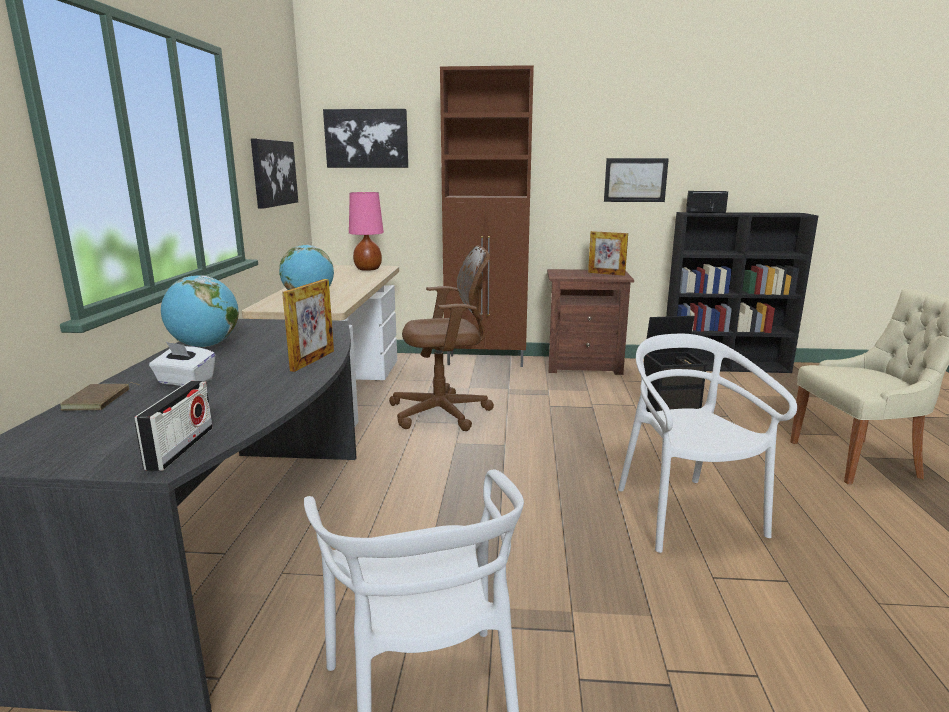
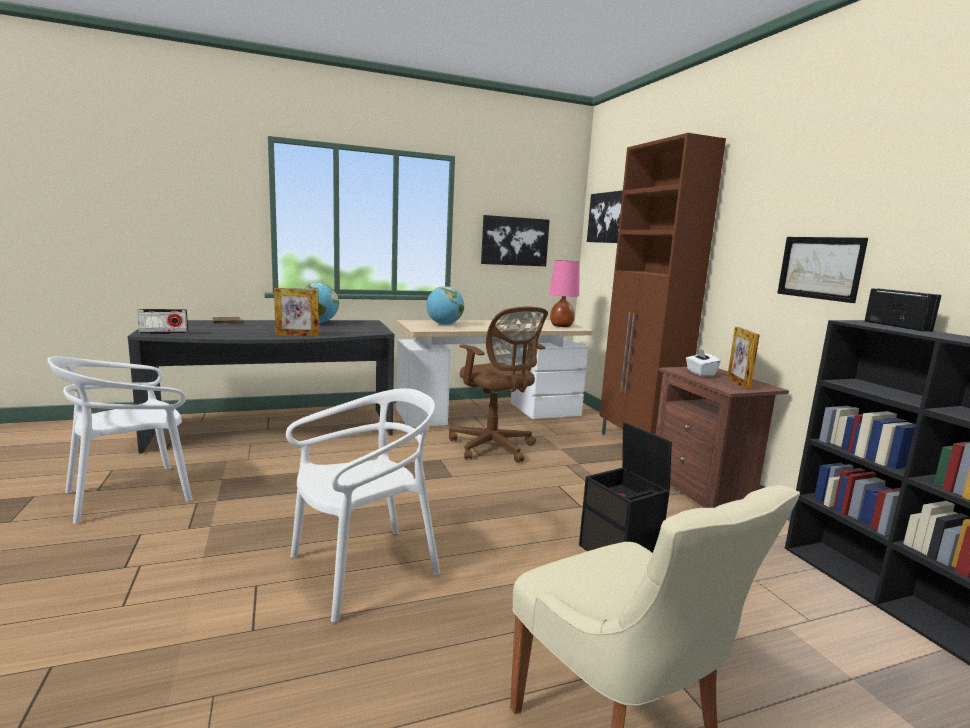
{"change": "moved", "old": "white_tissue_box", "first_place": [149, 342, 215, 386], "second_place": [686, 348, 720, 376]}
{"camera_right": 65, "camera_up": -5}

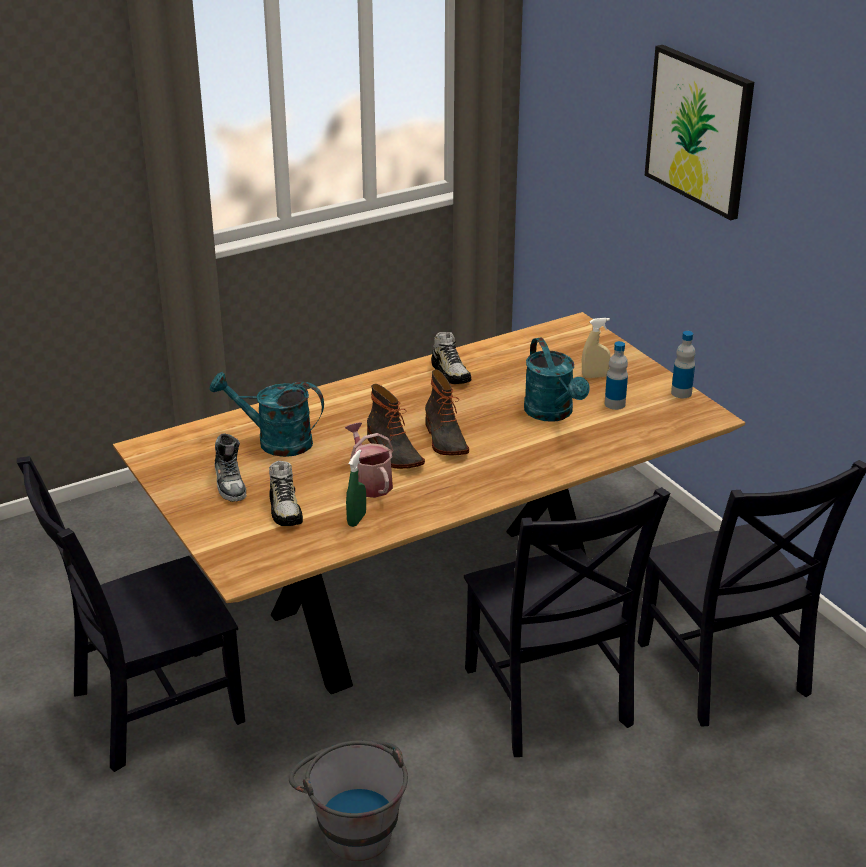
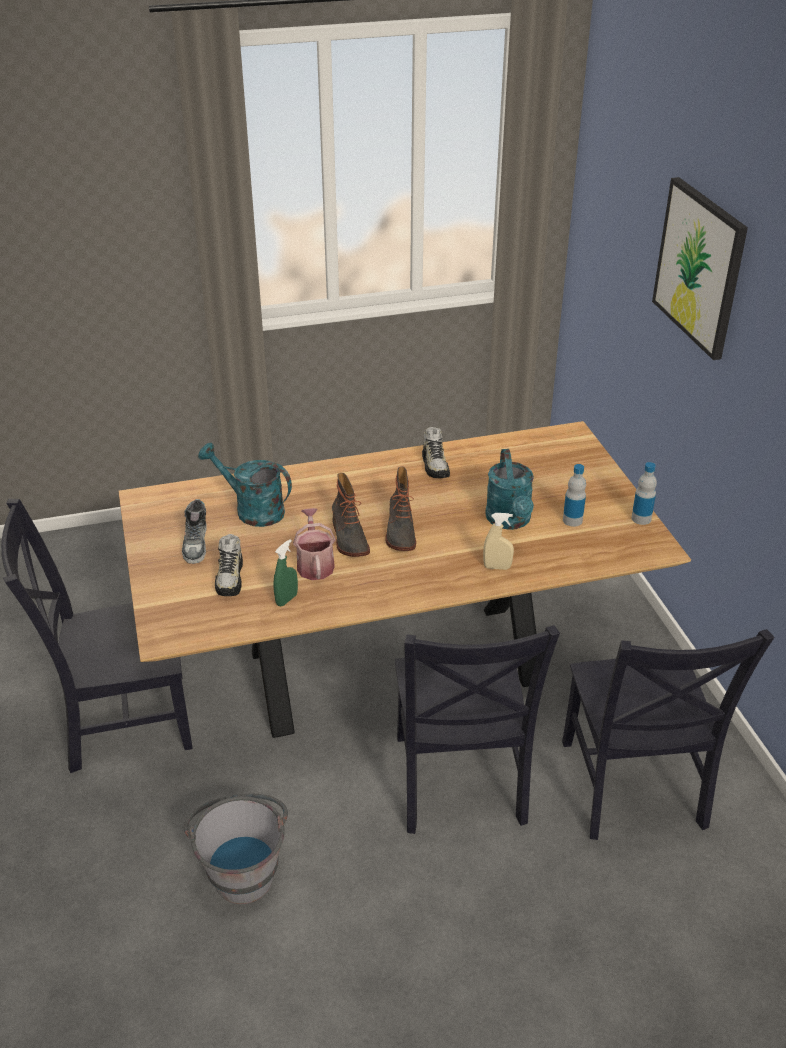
{"change": "moved", "old": "beige_spray_bottle", "first_place": [582, 318, 610, 378], "second_place": [483, 513, 514, 570]}
{"camera_right": 15, "camera_up": 5}

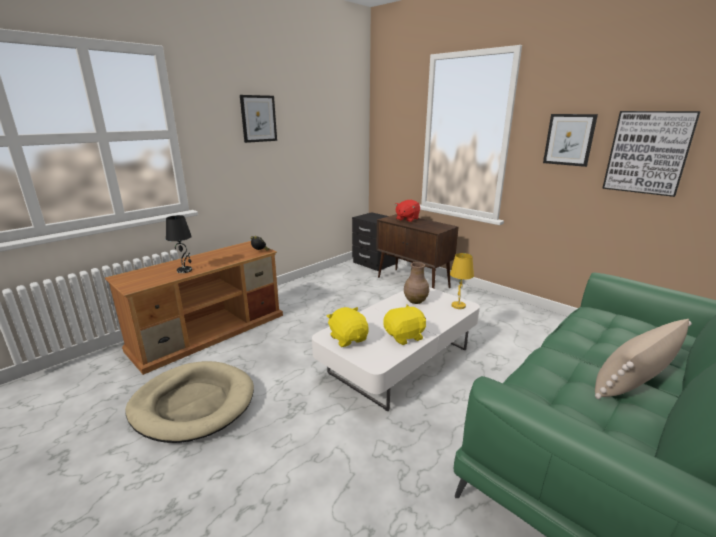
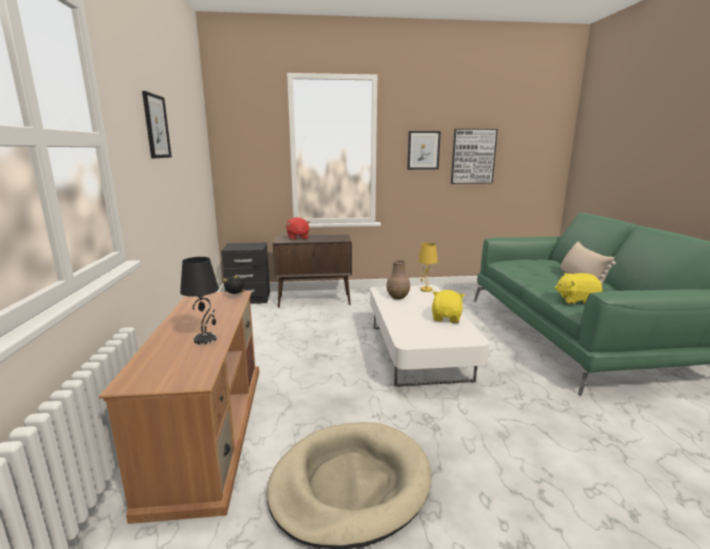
{"change": "moved", "old": "yellow_plush_toy", "first_place": [327, 307, 369, 347], "second_place": [554, 273, 602, 304]}
{"camera_right": -50, "camera_up": -5}

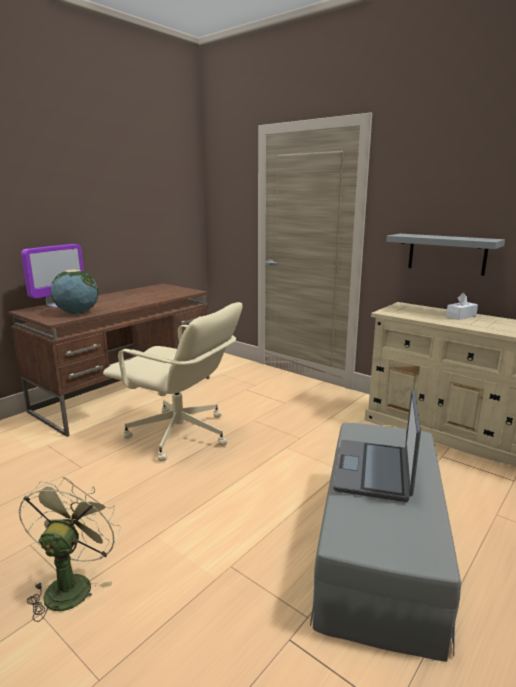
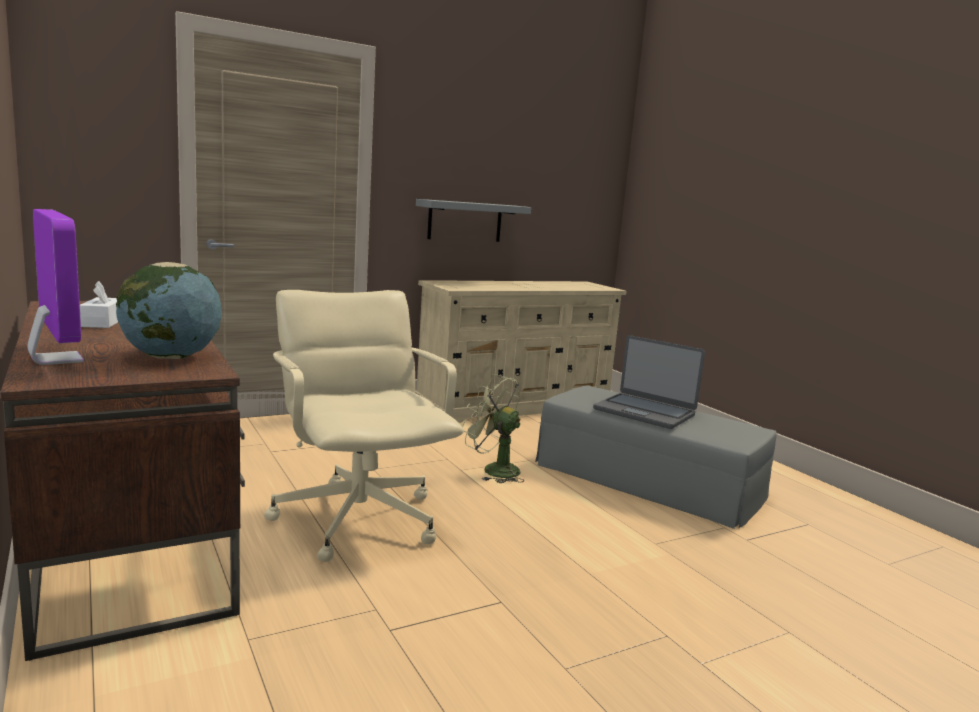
{"change": "moved", "old": "white_tissue_box", "first_place": [446, 293, 478, 320], "second_place": [80, 281, 118, 328]}
{"change": "turned", "old": "beige_office_chair", "first_place": [103, 302, 242, 462], "second_place": [264, 290, 464, 562], "degrees": -75}
{"change": "moved", "old": "green_fan", "first_place": [18, 477, 121, 622], "second_place": [462, 374, 524, 483]}
{"camera_right": -70, "camera_up": -5}

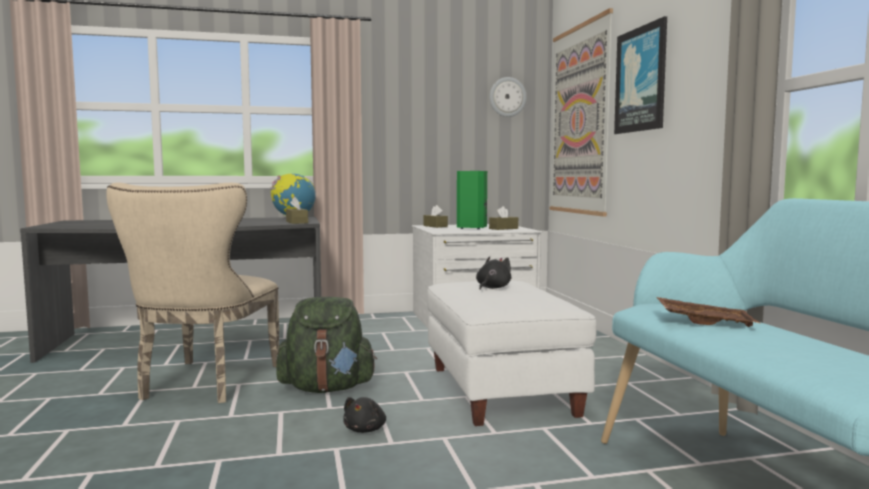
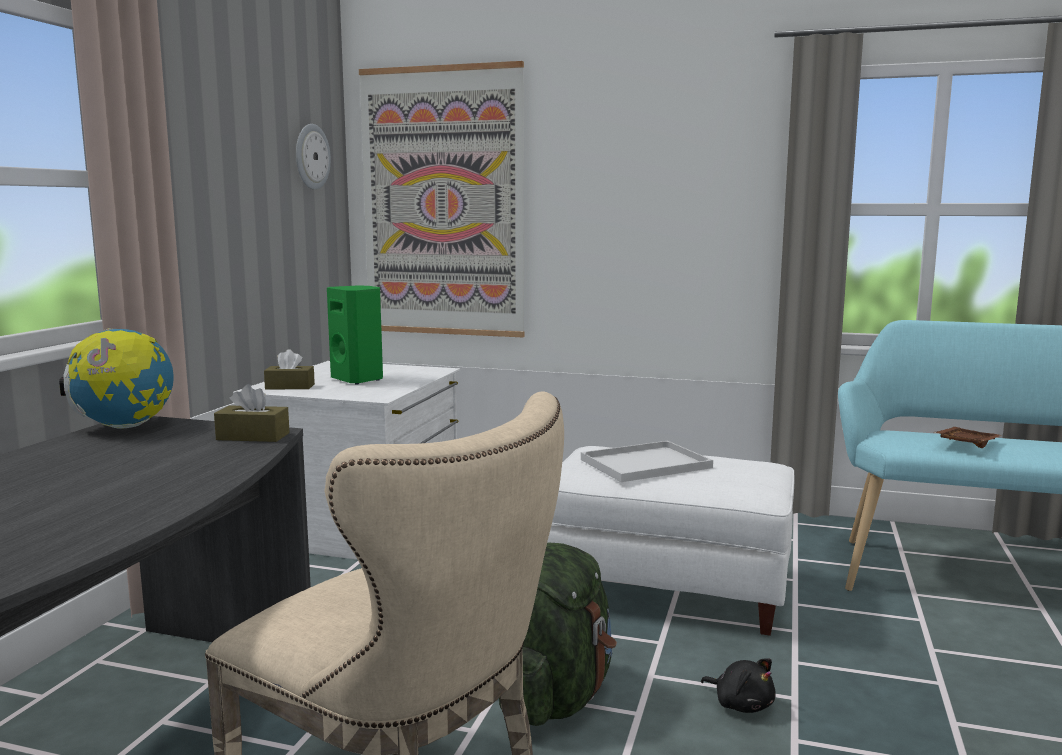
{"change": "removed", "old": "picture", "first_place": [614, 16, 667, 134]}
{"change": "removed", "old": "brown_tissue_box", "first_place": [489, 206, 518, 230]}
{"change": "replaced", "old": "black_plush_toy", "new": "white_tray", "first_place": [476, 256, 511, 290], "second_place": [581, 441, 713, 482]}
{"camera_right": -60, "camera_up": 5}

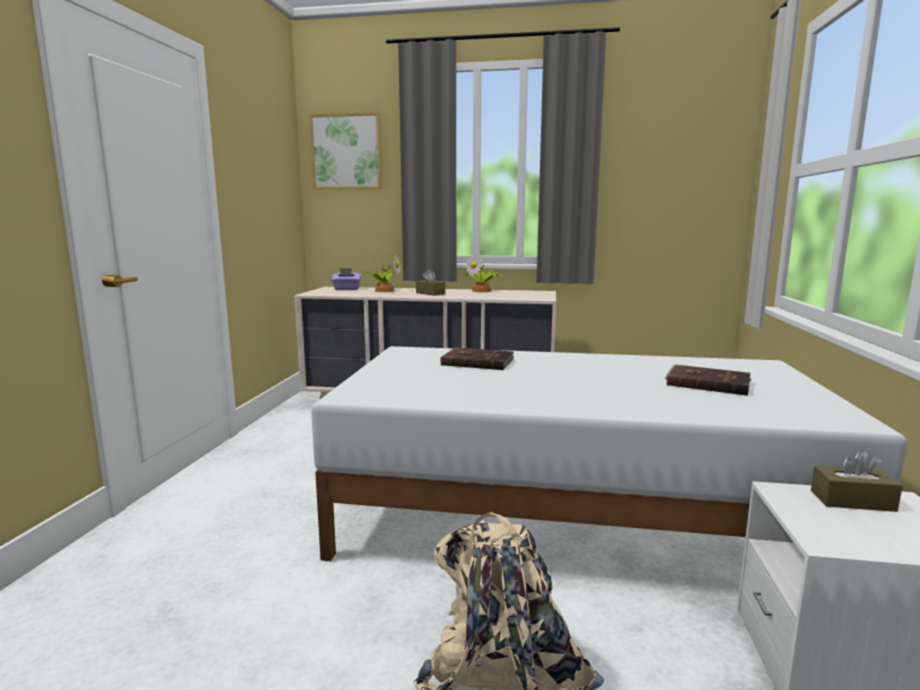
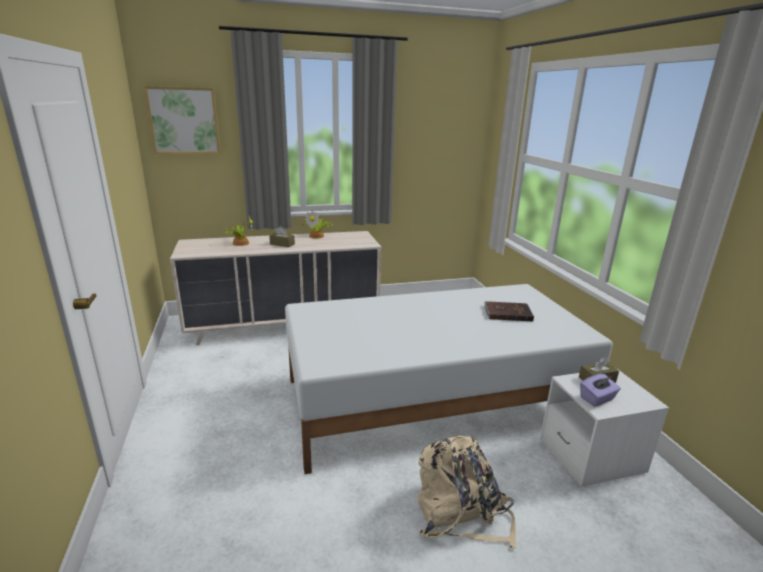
{"change": "moved", "old": "purple_tissue_box", "first_place": [332, 268, 361, 290], "second_place": [580, 374, 621, 407]}
{"change": "removed", "old": "brown_book", "first_place": [441, 347, 514, 370]}
{"camera_right": -25, "camera_up": 10}

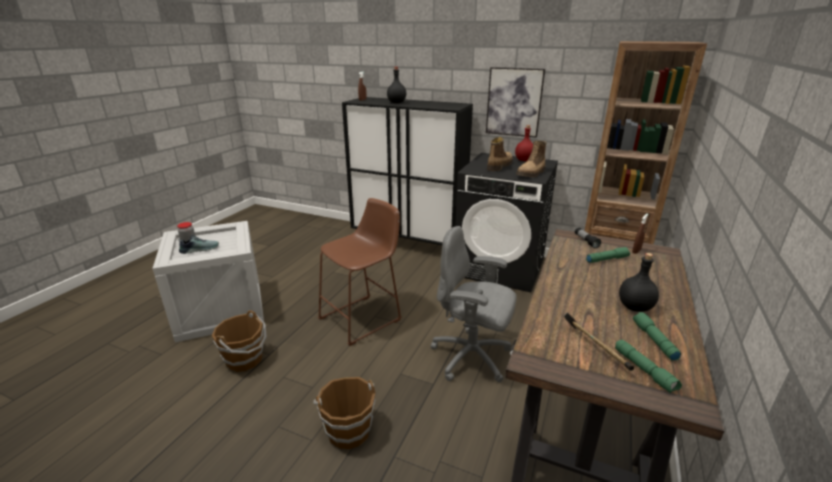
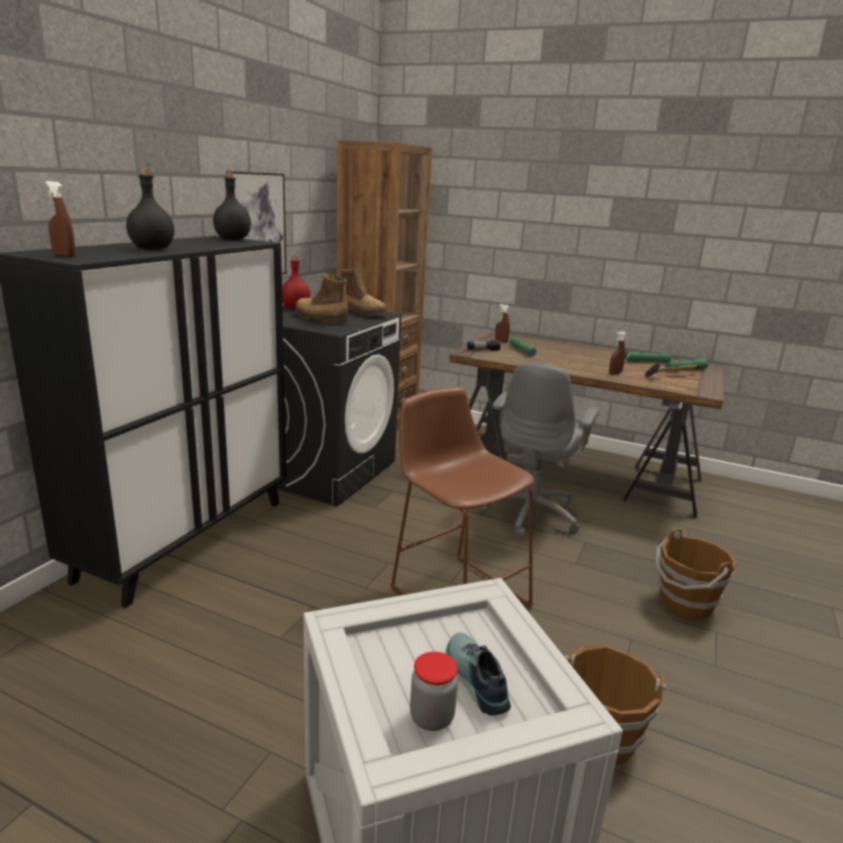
{"change": "moved", "old": "black_bottle", "first_place": [619, 253, 659, 312], "second_place": [213, 172, 251, 240]}
{"change": "added", "new": "brown_spray_bottle", "second_place": [609, 331, 627, 375]}
{"camera_right": -90, "camera_up": -5}

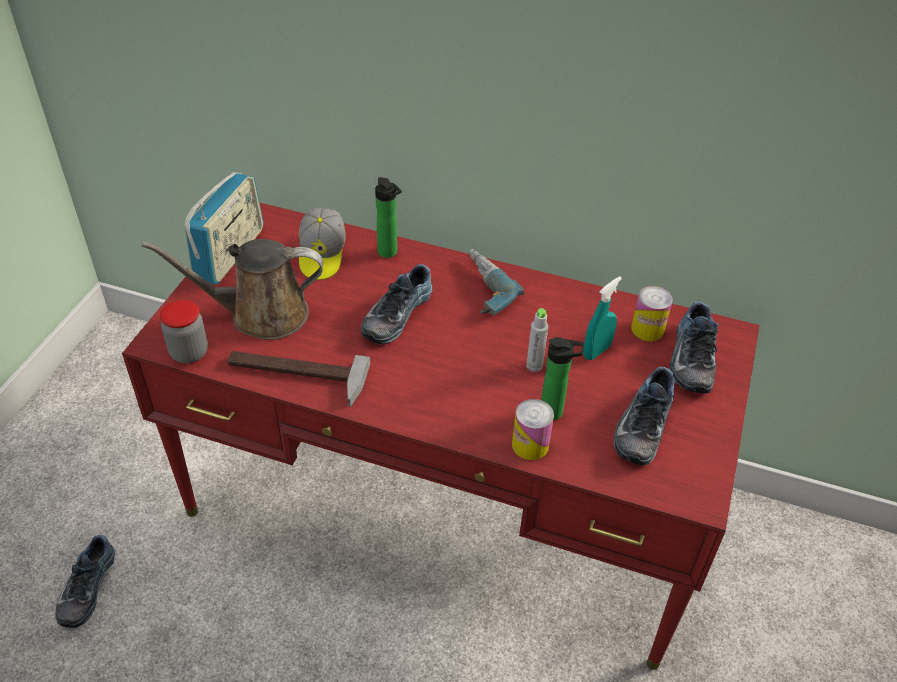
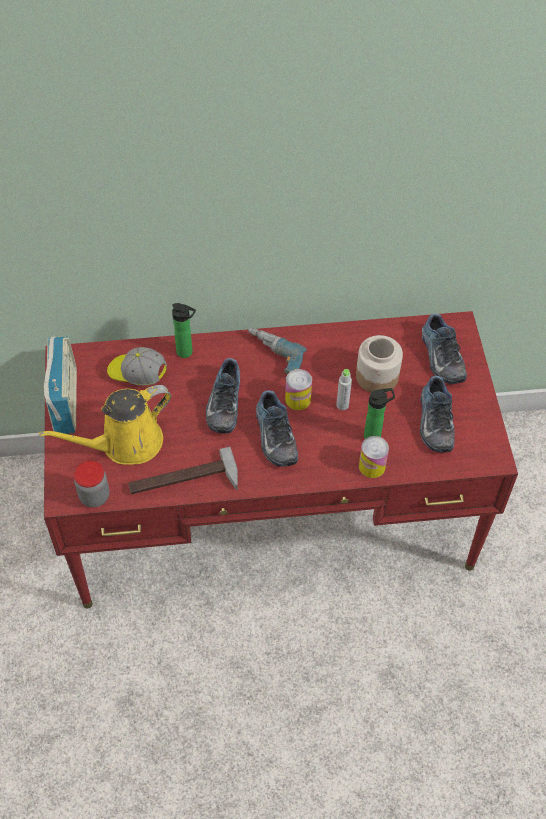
{"change": "turned", "old": "cap", "first_place": [299, 208, 346, 280], "second_place": [107, 347, 167, 386], "degrees": 135}
{"change": "recoloured", "old": "brown_watering_can", "new": "yellow_watering_can", "first_place": [142, 239, 323, 340], "second_place": [39, 385, 171, 465]}
{"change": "replaced", "old": "turquoise_spray_bottle", "new": "jar", "first_place": [583, 276, 622, 360], "second_place": [356, 335, 403, 393]}
{"change": "moved", "old": "can", "first_place": [631, 286, 673, 341], "second_place": [285, 369, 312, 410]}
{"change": "moved", "old": "shoe", "first_place": [55, 535, 115, 628], "second_place": [256, 390, 298, 467]}
{"camera_right": -25, "camera_up": 10}

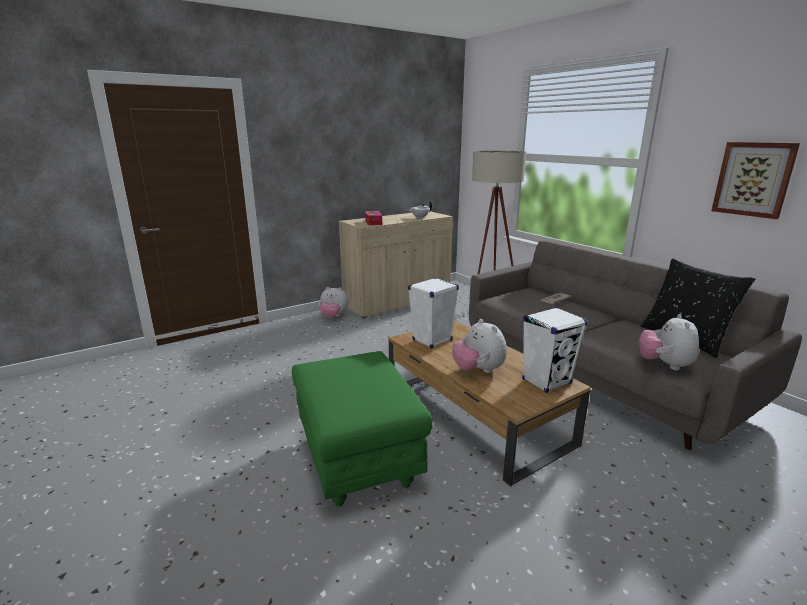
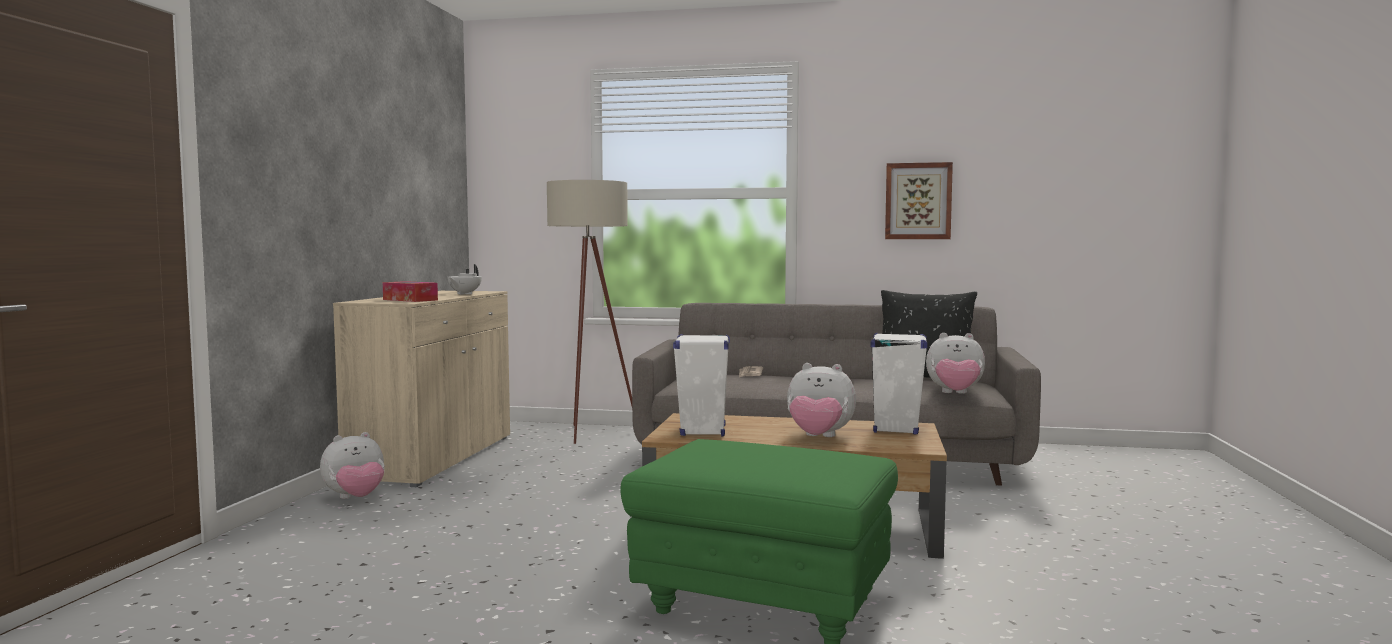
{"change": "turned", "old": "plush_toy", "first_place": [638, 314, 699, 370], "second_place": [926, 333, 985, 394], "degrees": -45}
{"camera_right": -45, "camera_up": -15}

